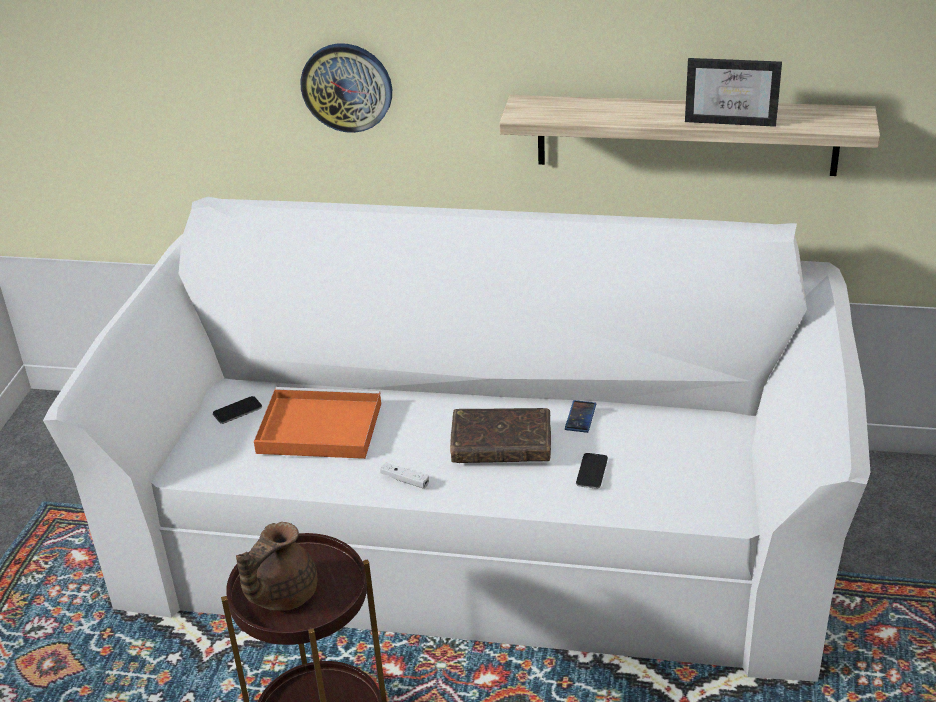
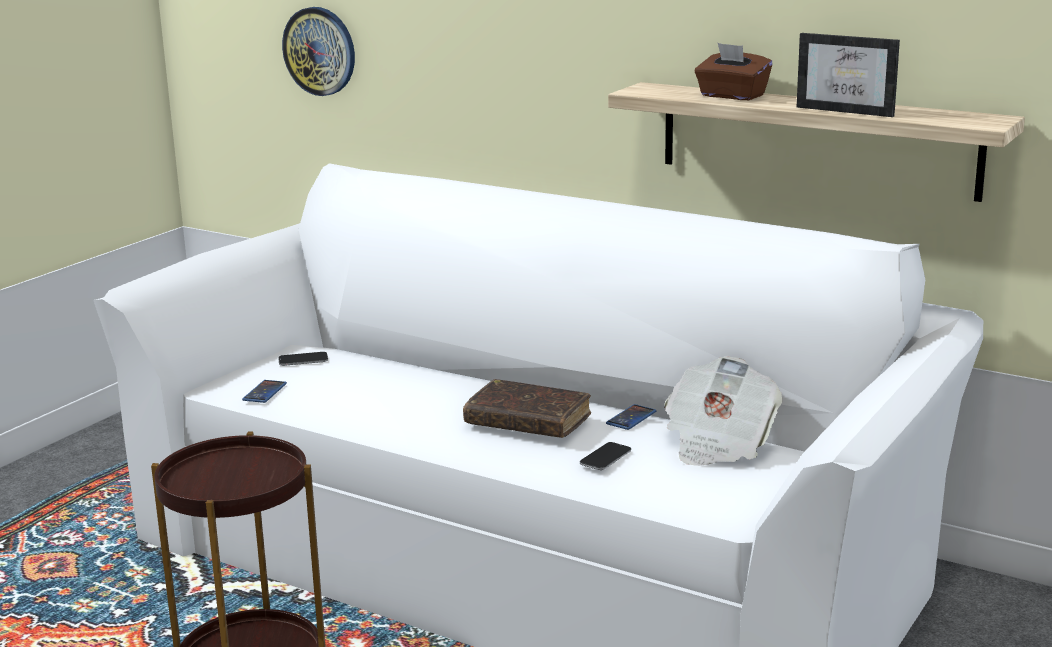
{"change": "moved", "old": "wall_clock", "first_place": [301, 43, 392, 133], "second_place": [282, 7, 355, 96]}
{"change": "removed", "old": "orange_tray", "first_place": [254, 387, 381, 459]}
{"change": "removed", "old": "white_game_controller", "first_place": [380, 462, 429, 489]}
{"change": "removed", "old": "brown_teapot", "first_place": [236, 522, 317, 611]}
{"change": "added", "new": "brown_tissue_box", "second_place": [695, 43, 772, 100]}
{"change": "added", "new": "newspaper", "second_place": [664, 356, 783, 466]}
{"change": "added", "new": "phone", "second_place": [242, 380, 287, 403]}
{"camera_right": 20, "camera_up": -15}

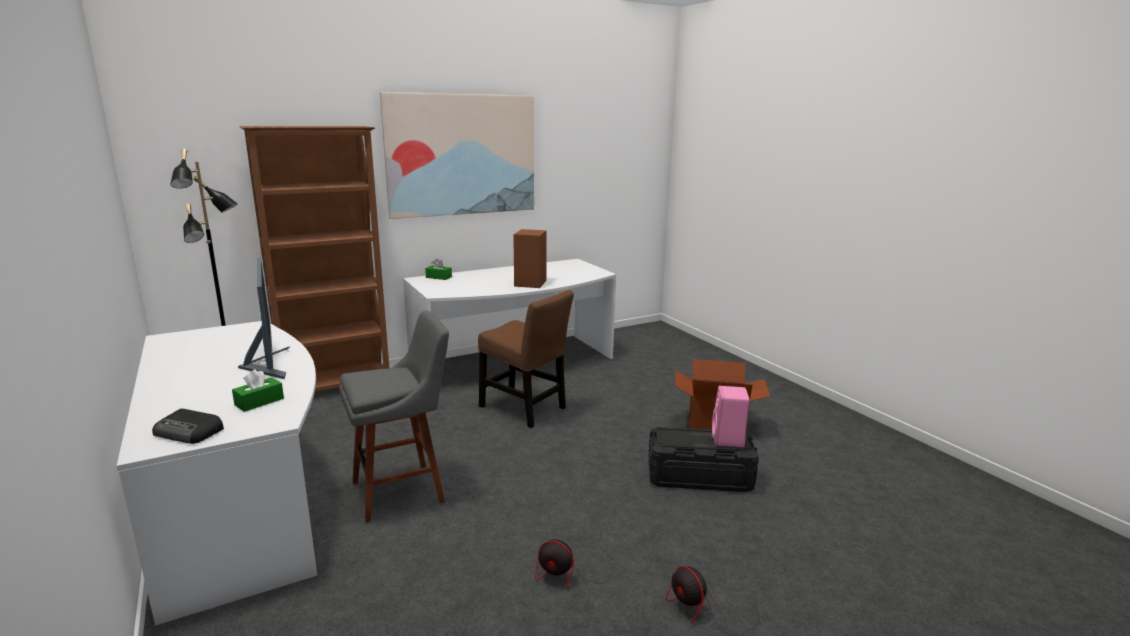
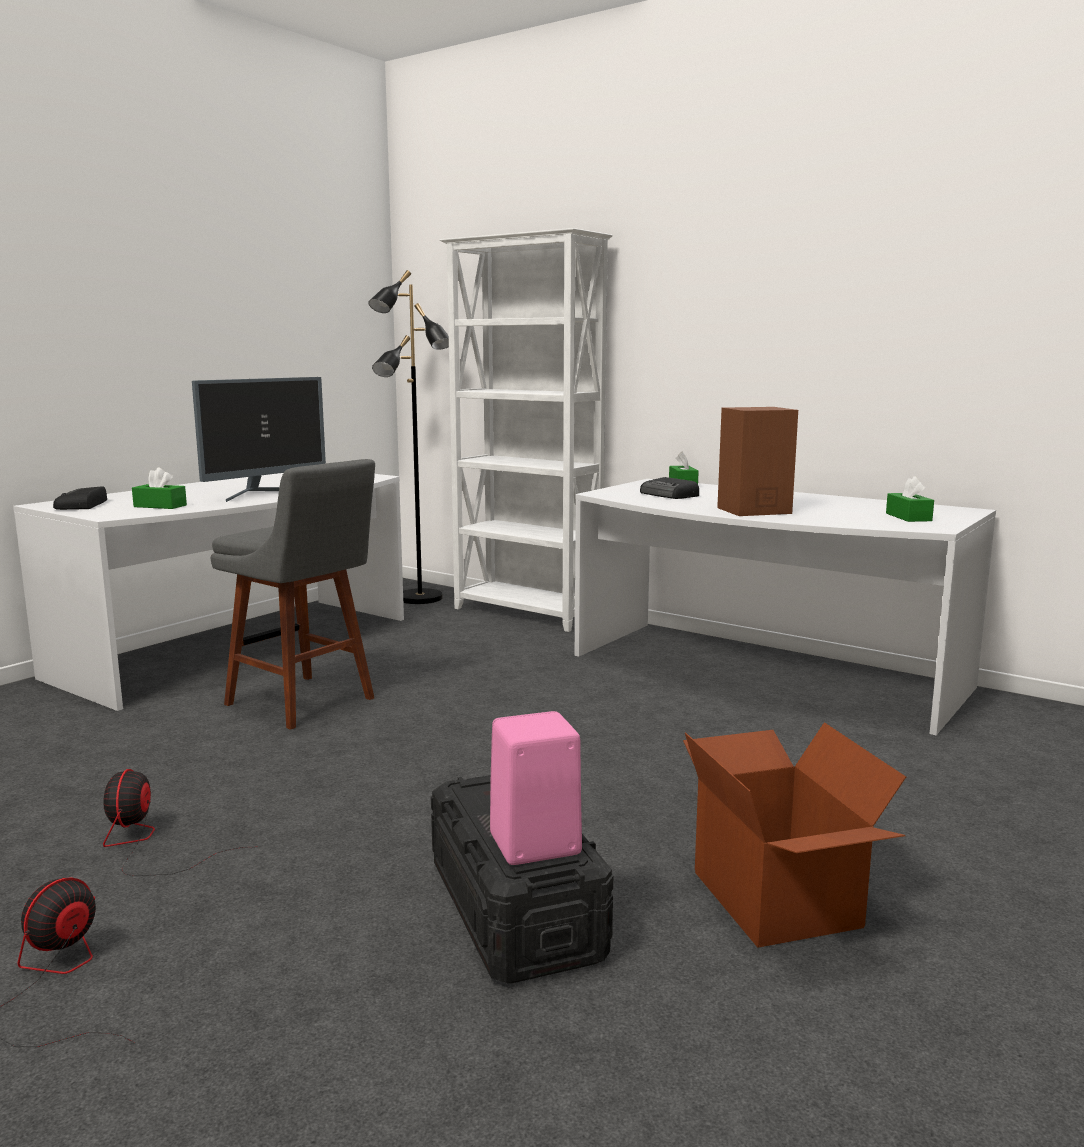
{"change": "removed", "old": "picture", "first_place": [380, 92, 534, 219]}
{"change": "recoloured", "old": "brown_bookcase", "new": "white_bookcase", "first_place": [239, 126, 389, 392], "second_place": [440, 228, 613, 632]}
{"change": "removed", "old": "brown_chair", "first_place": [478, 290, 574, 428]}
{"change": "added", "new": "green_tissue_box", "second_place": [886, 476, 934, 522]}
{"change": "added", "new": "radio", "second_place": [640, 477, 699, 499]}
{"camera_right": 65, "camera_up": -5}

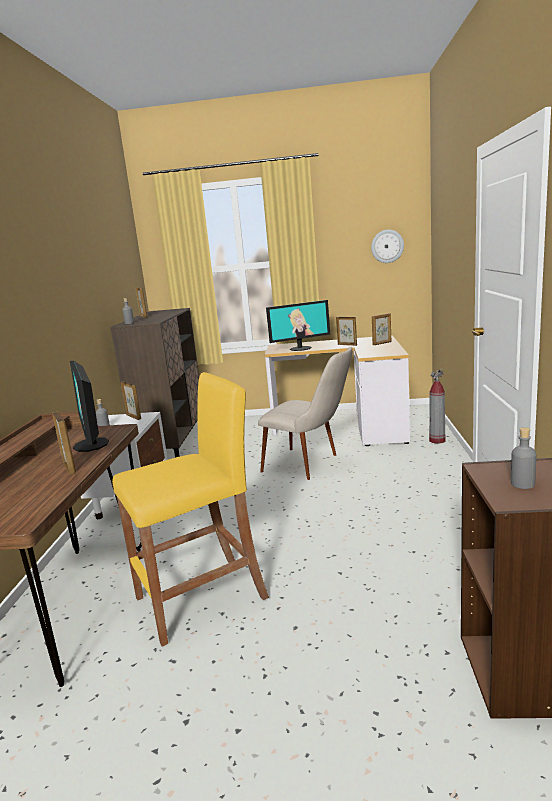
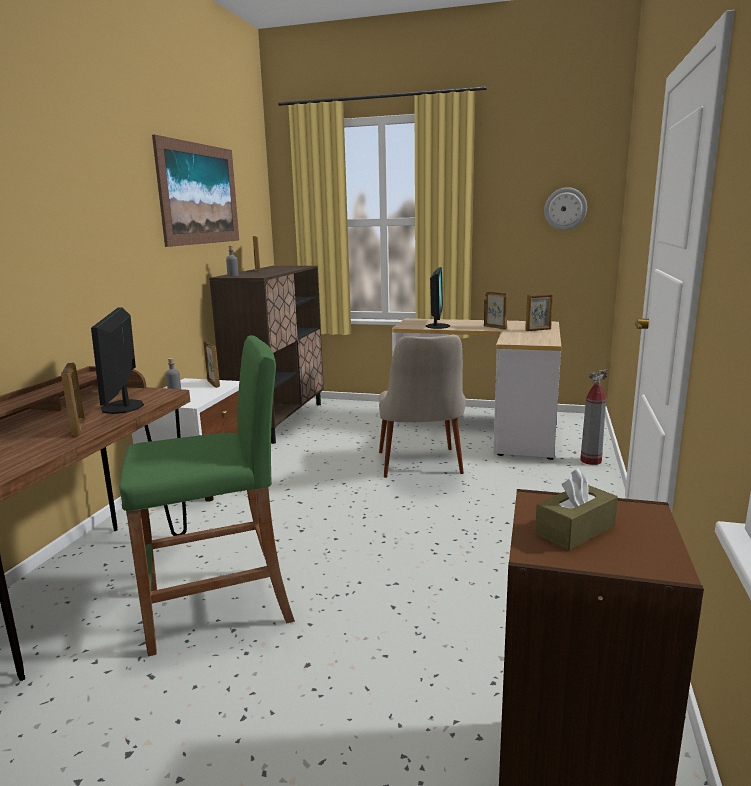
{"change": "turned", "old": "monitor", "first_place": [266, 300, 330, 351], "second_place": [426, 267, 450, 329], "degrees": -75}
{"change": "turned", "old": "beige_chair", "first_place": [258, 347, 353, 480], "second_place": [379, 335, 466, 478], "degrees": 45}
{"change": "recoloured", "old": "yellow_stool", "new": "green_stool", "first_place": [112, 372, 269, 647], "second_place": [119, 335, 295, 656]}
{"change": "replaced", "old": "grey_bottle", "new": "brown_tissue_box", "first_place": [511, 427, 536, 489], "second_place": [535, 468, 618, 550]}
{"change": "added", "new": "picture", "second_place": [152, 135, 239, 247]}
{"camera_right": 10, "camera_up": 0}

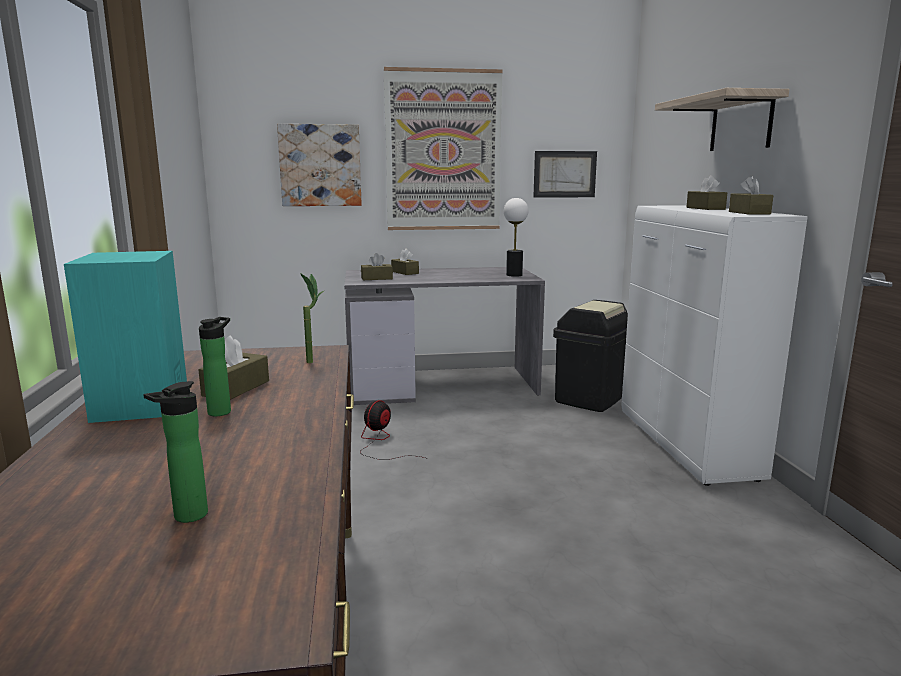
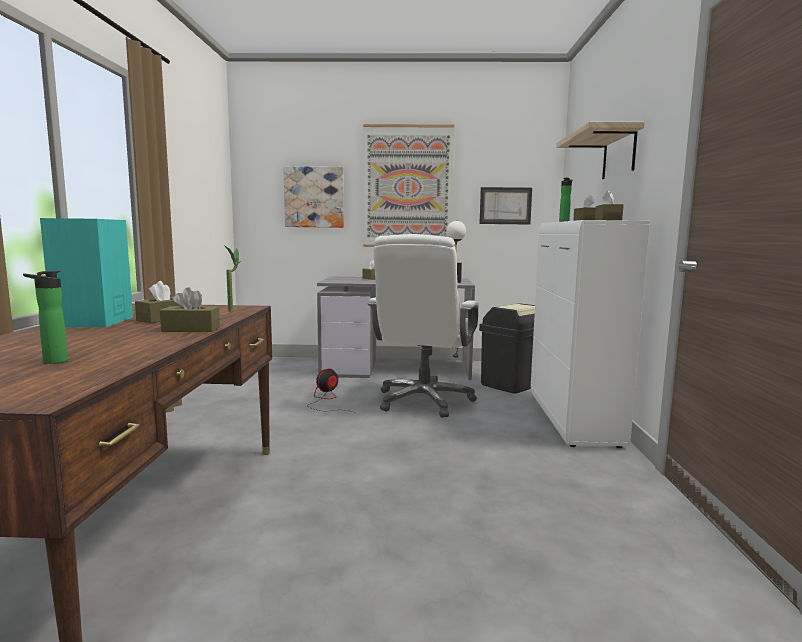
{"change": "moved", "old": "brown_tissue_box", "first_place": [361, 253, 393, 280], "second_place": [160, 287, 220, 332]}
{"change": "moved", "old": "bottle", "first_place": [199, 317, 231, 416], "second_place": [559, 178, 572, 222]}
{"change": "added", "new": "white_office_chair", "second_place": [367, 234, 479, 418]}
{"camera_right": 10, "camera_up": -5}

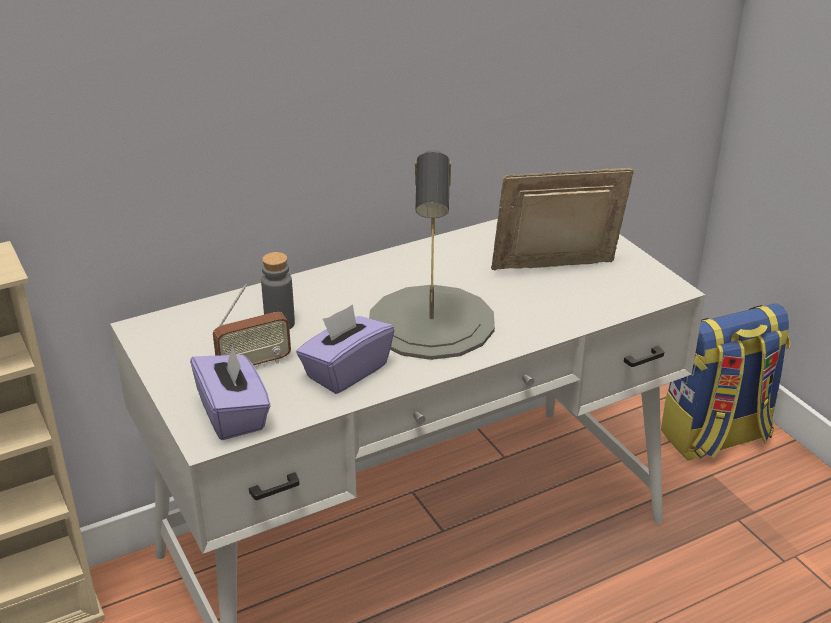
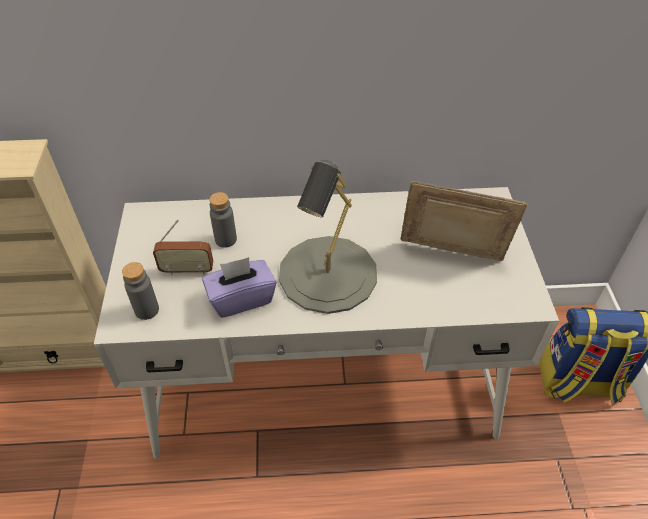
{"change": "replaced", "old": "purple_tissue_box", "new": "grey_bottle", "first_place": [190, 345, 270, 440], "second_place": [122, 262, 159, 320]}
{"camera_right": 25, "camera_up": 15}

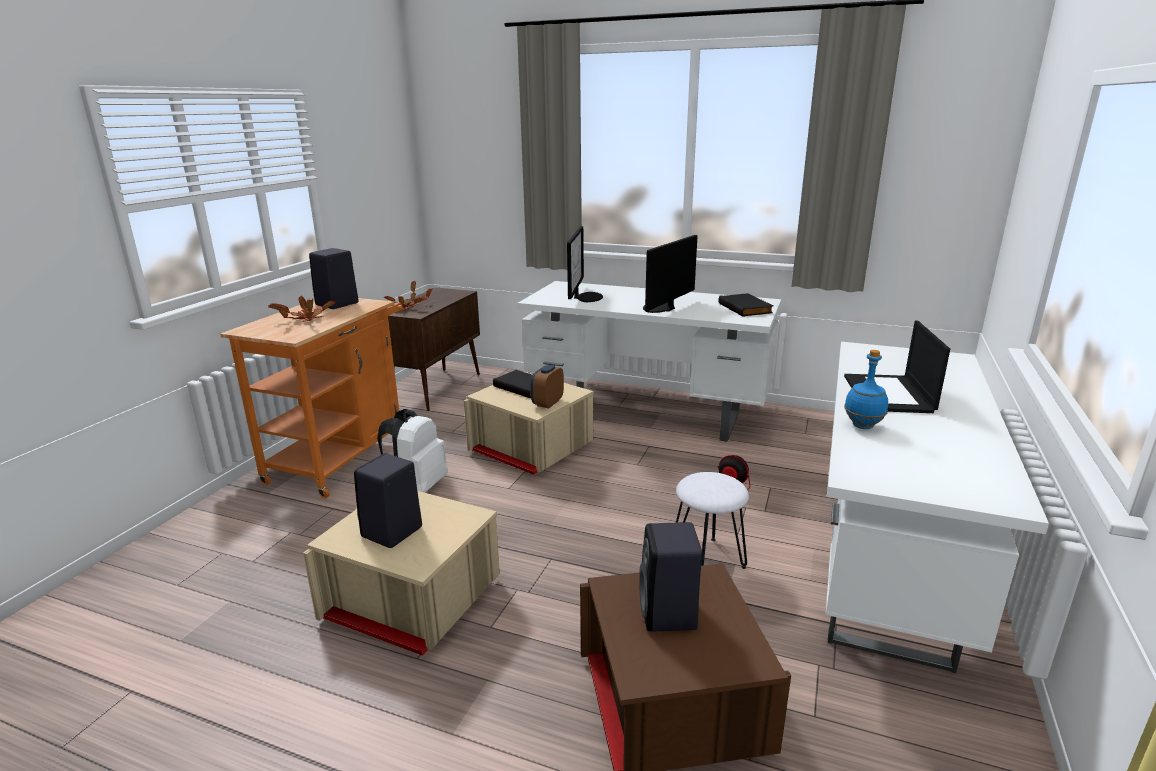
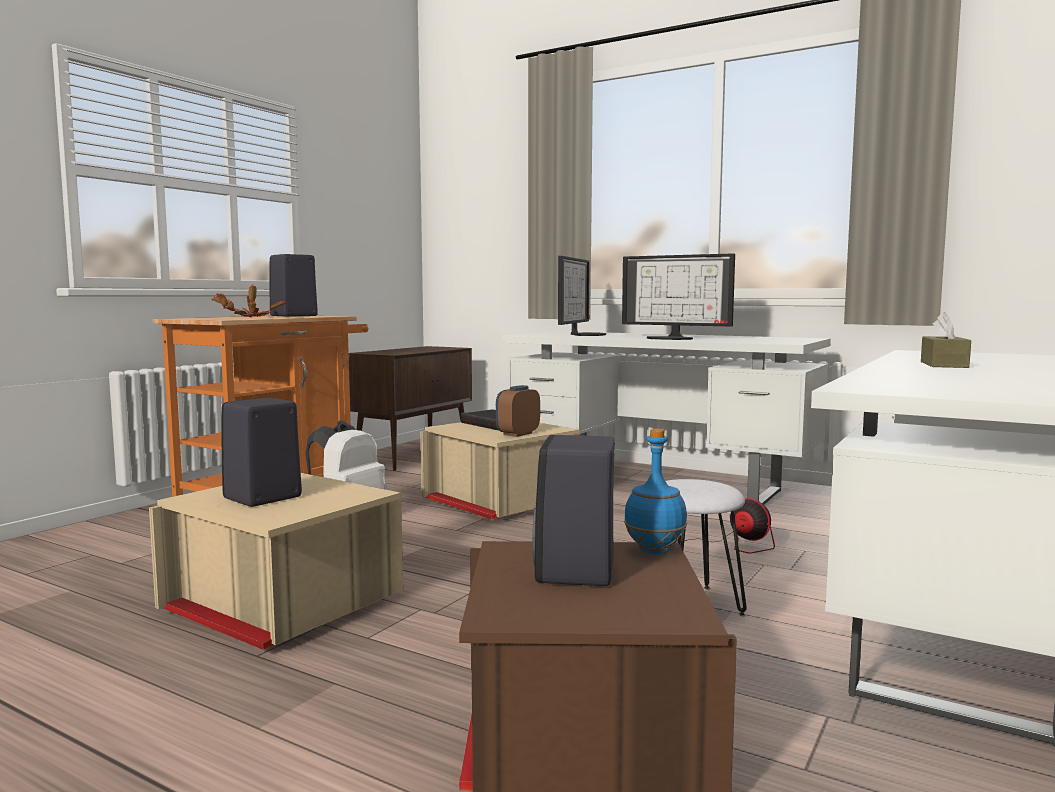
{"change": "turned", "old": "monitor", "first_place": [643, 235, 697, 313], "second_place": [622, 253, 735, 340], "degrees": -105}
{"change": "removed", "old": "potted_plant", "first_place": [384, 281, 433, 311]}
{"change": "removed", "old": "black_book", "first_place": [718, 293, 773, 317]}
{"change": "replaced", "old": "laptop", "new": "brown_tissue_box", "first_place": [844, 321, 950, 413], "second_place": [921, 312, 971, 368]}
{"change": "moved", "old": "blue_bottle", "first_place": [844, 350, 888, 429], "second_place": [624, 429, 687, 555]}
{"camera_right": 10, "camera_up": -15}

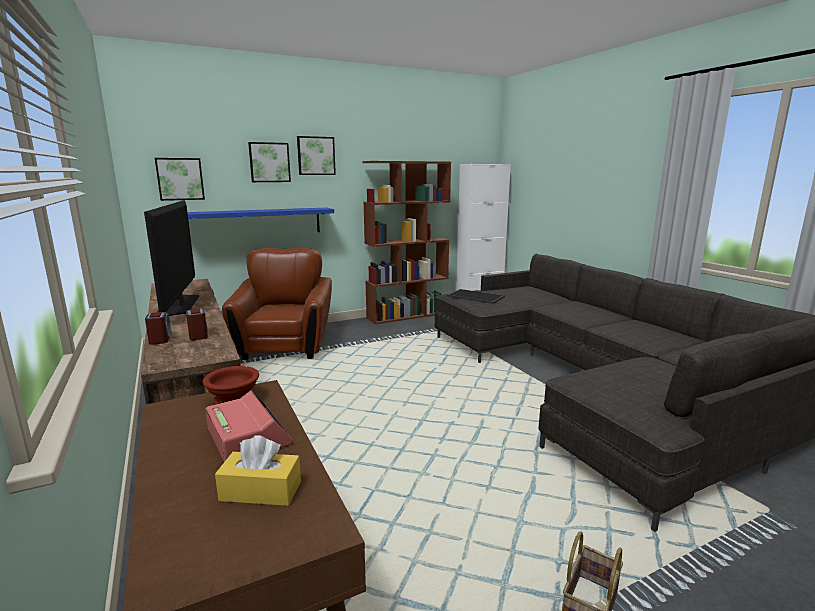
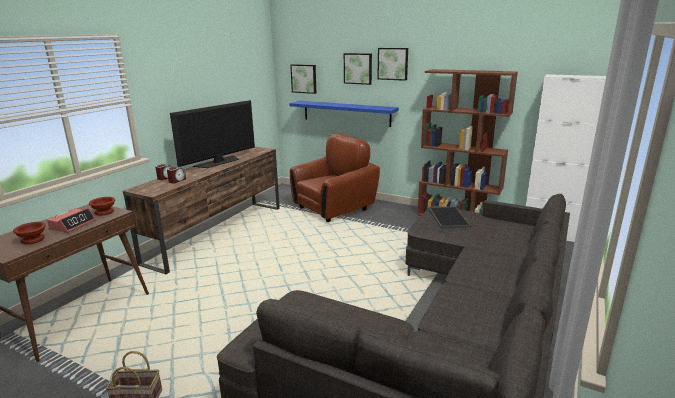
{"change": "replaced", "old": "yellow_tissue_box", "new": "brown_bowl", "first_place": [215, 435, 301, 506], "second_place": [13, 222, 46, 244]}
{"camera_right": 55, "camera_up": 5}

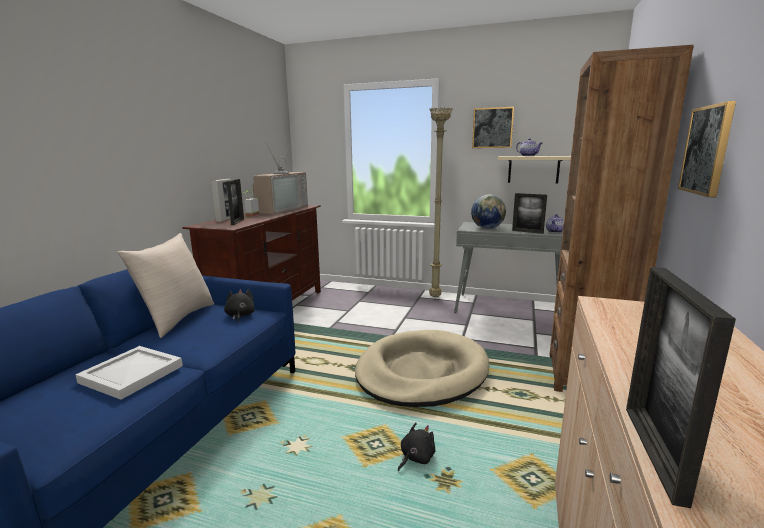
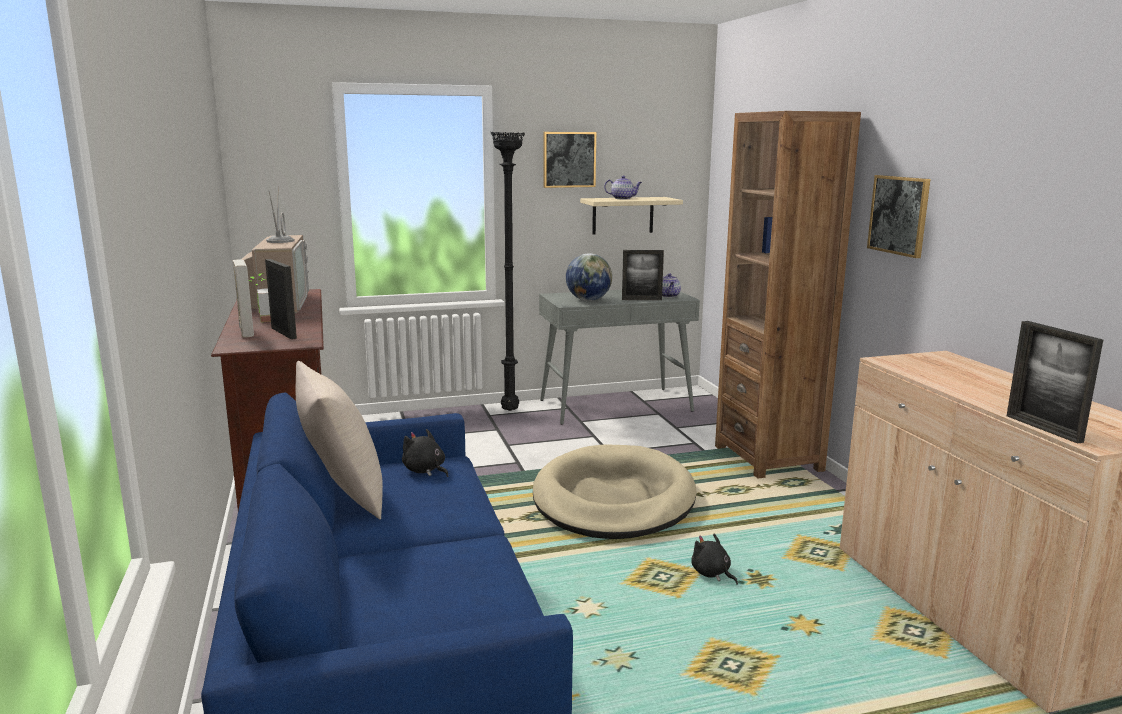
{"change": "recoloured", "old": "beige_floor_lamp", "new": "black_floor_lamp", "first_place": [429, 108, 453, 297], "second_place": [491, 132, 525, 411]}
{"change": "removed", "old": "white_tray", "first_place": [75, 346, 183, 400]}
{"change": "turned", "old": "black_plush_toy", "first_place": [398, 422, 435, 471], "second_place": [691, 534, 738, 585], "degrees": -45}
{"camera_right": -35, "camera_up": 0}

